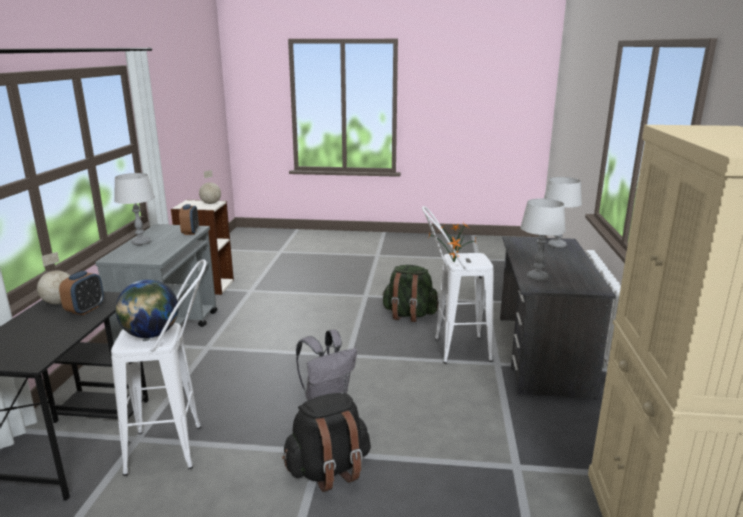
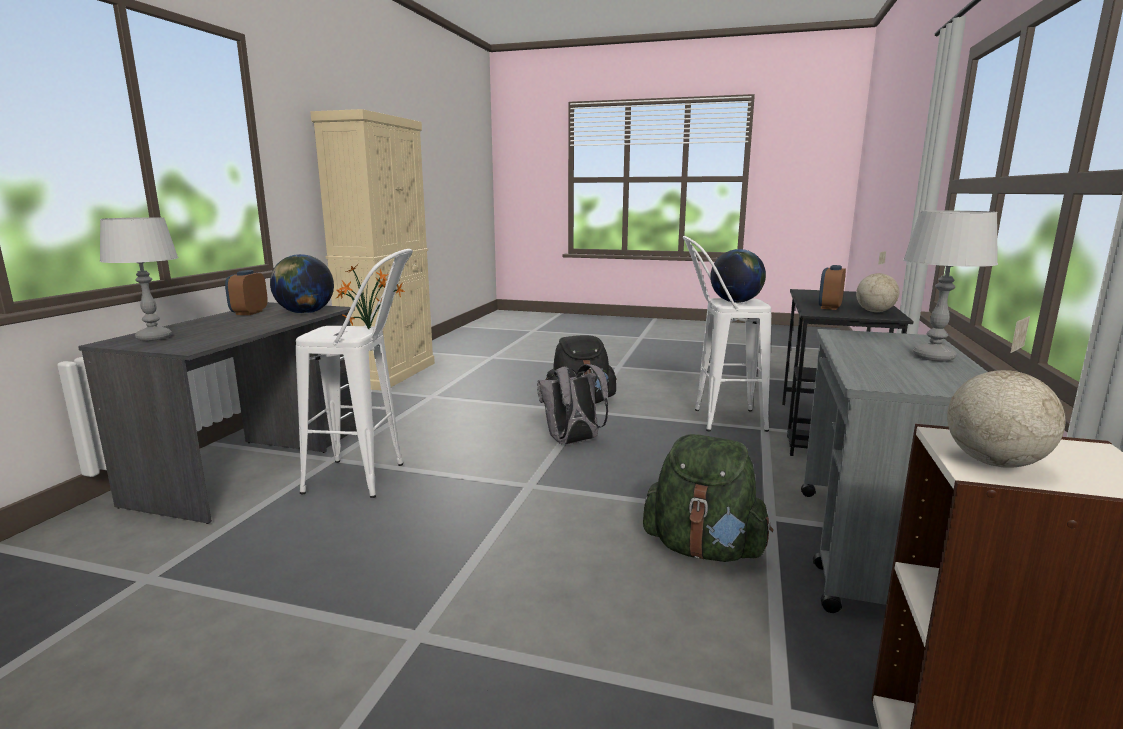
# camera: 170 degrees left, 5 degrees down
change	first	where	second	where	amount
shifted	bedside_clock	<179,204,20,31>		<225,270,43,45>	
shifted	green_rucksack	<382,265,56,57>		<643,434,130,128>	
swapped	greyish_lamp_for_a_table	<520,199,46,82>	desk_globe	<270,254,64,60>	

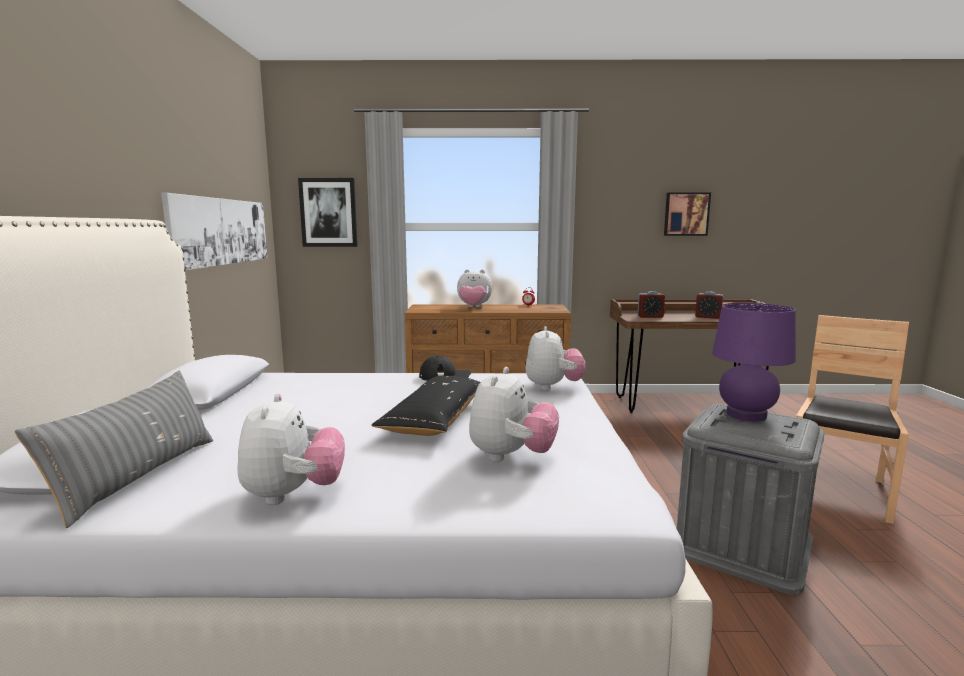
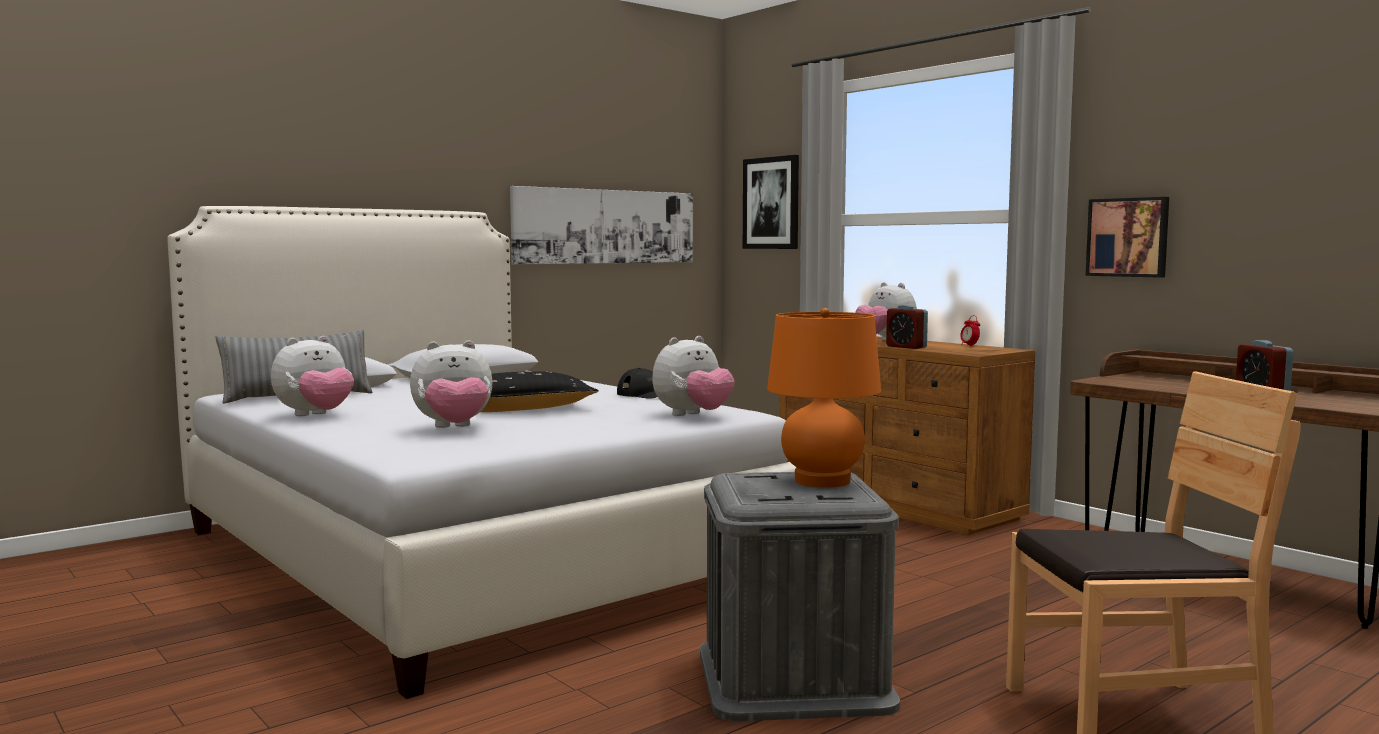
# camera: 50 degrees right, 5 degrees down
change	first	where	second	where	amount
shifted	bedside_clock	<637,291,28,27>		<886,305,42,44>	
shifted	picture	<664,192,47,44>		<1086,197,83,81>	
repainted	purple_lamp_for_a_table	<712,302,84,119>	orange-coloured_lamp_for_a_table	<767,308,114,180>	

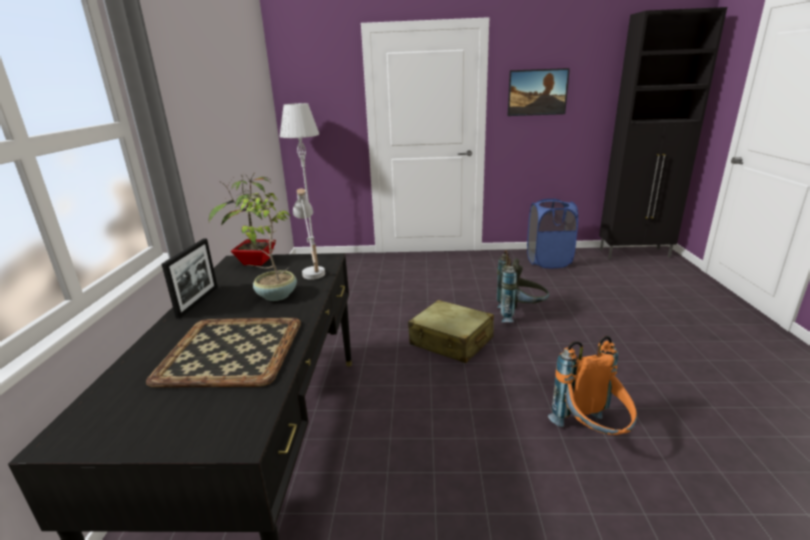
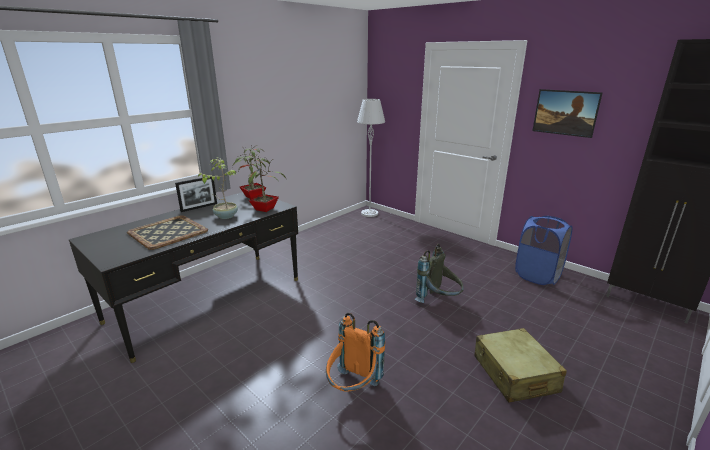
# camera: 40 degrees right, 0 degrees up
change	first	where	second	where	amount
swapped	white_lamp_for_a_table	<293,188,32,92>	houseplant	<242,155,45,57>	
shifted	beige-coloured_piece_of_luggage	<408,300,86,63>		<474,328,93,74>	

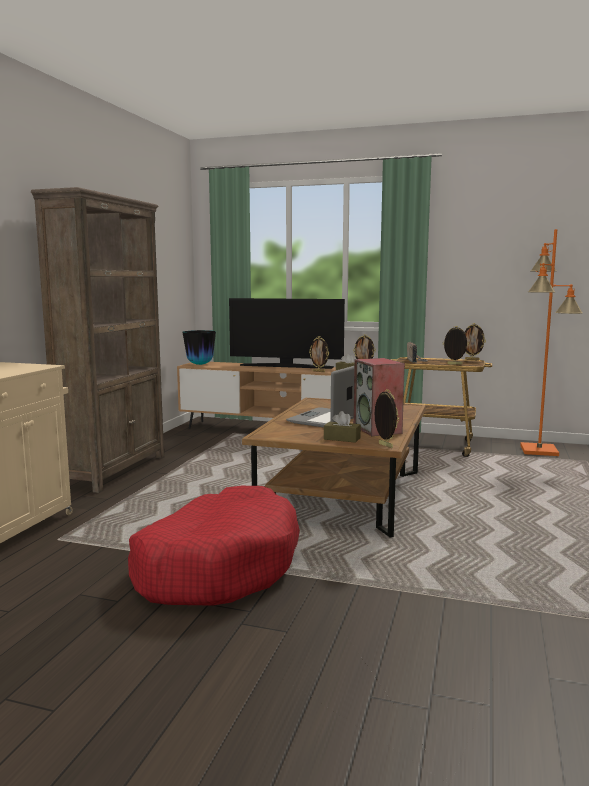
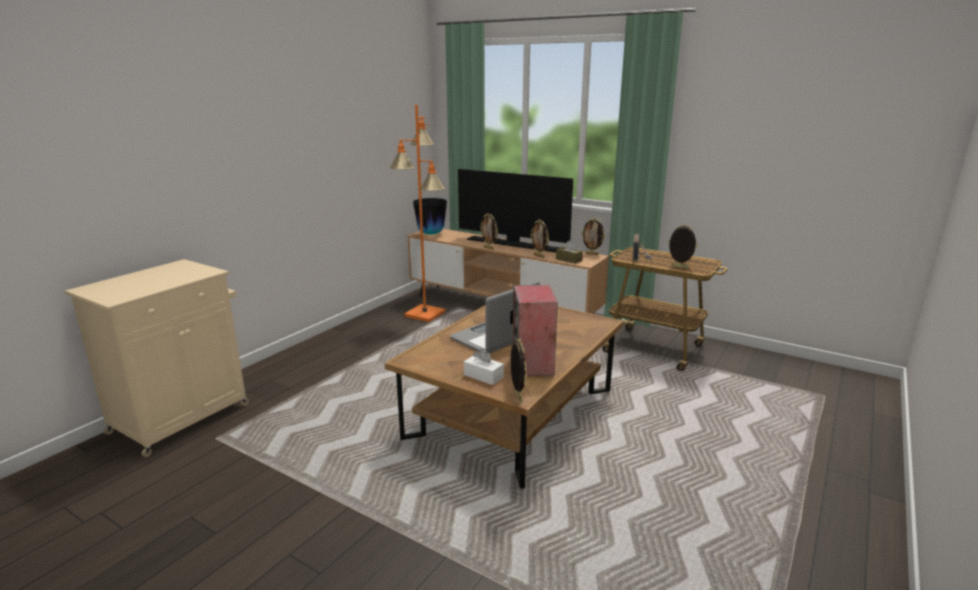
# camera: 15 degrees right, 10 degrees up
change	first	where	second	where	amount
gone	brownish_bookshelf	<31,187,134,306>			
gone	reddish_dog_bed	<128,486,172,120>			
repainted	brownish_tissue_holder	<324,411,37,32>	white_tissue_holder	<464,349,40,36>	
shifted	photo_frame	<464,323,22,38>		<480,213,18,37>	
shifted	orange-coloured_standard_lamp	<520,229,63,227>		<390,105,55,217>	

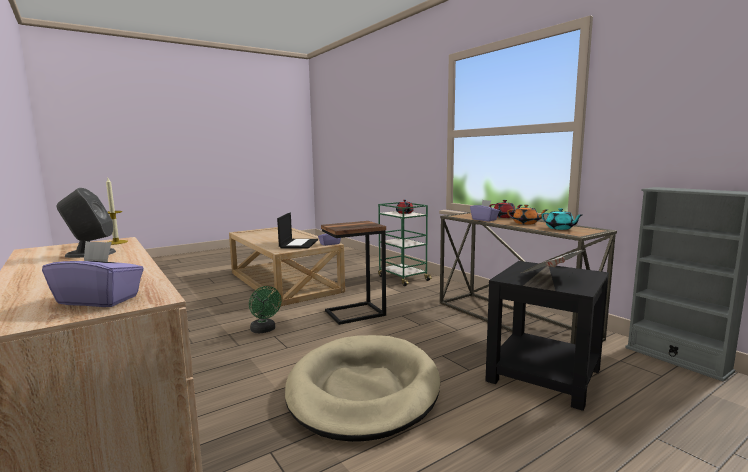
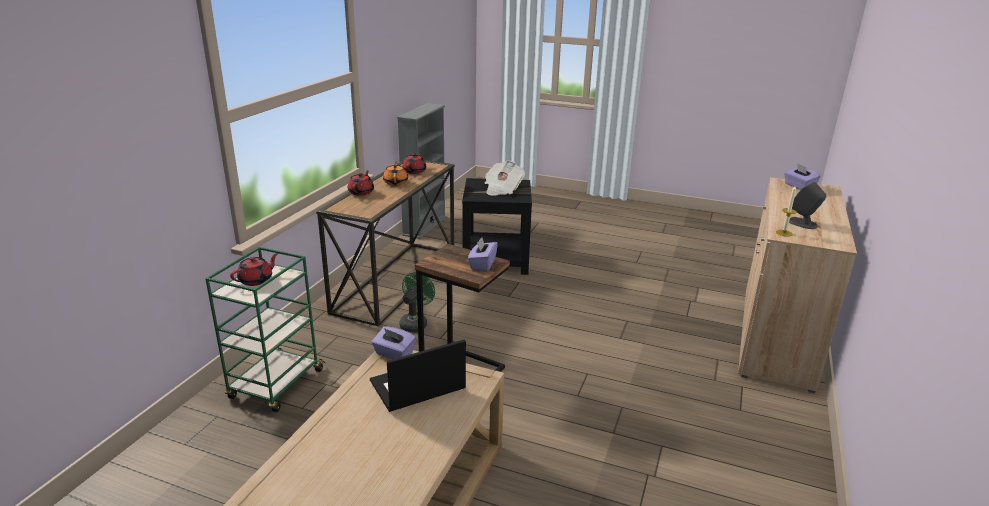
# camera: 125 degrees left, 15 degrees up
change	first	where	second	where	amount
shifted	green_cooling_fan	<249,286,32,47>		<399,272,36,60>	
gone	beige-coloured_dog_bed	<285,335,155,107>			
shifted	purple_tissue_holder	<470,200,30,21>		<468,237,30,35>	
repainted	blue-green_pot_for_tea	<542,208,40,22>	reddish_pot_for_tea	<403,152,23,22>	

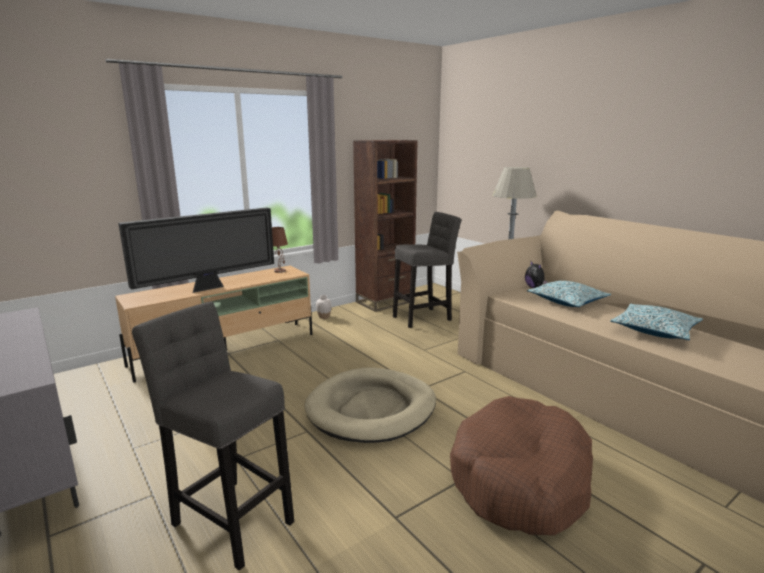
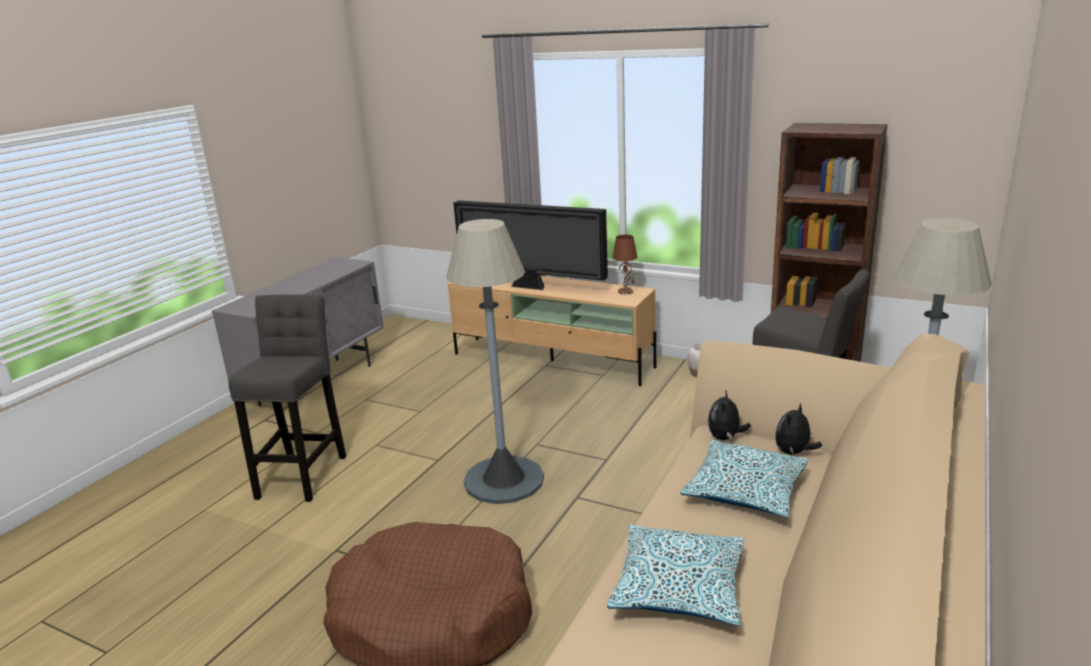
# camera: 65 degrees right, 5 degrees up
change	first	where	second	where	amount
swapped	beige-coloured_dog_bed	<305,367,131,76>	greyish_standard_lamp	<447,219,97,285>	
new			plush_toy	<708,389,43,51>	

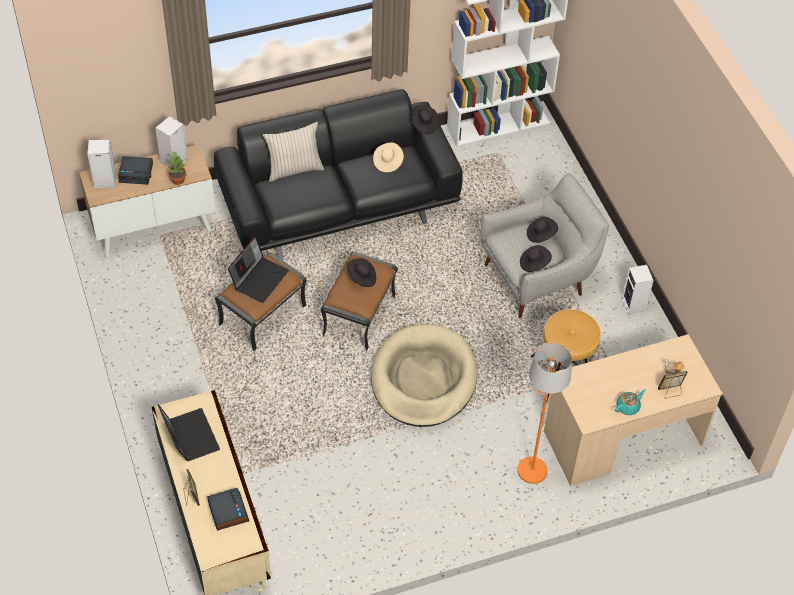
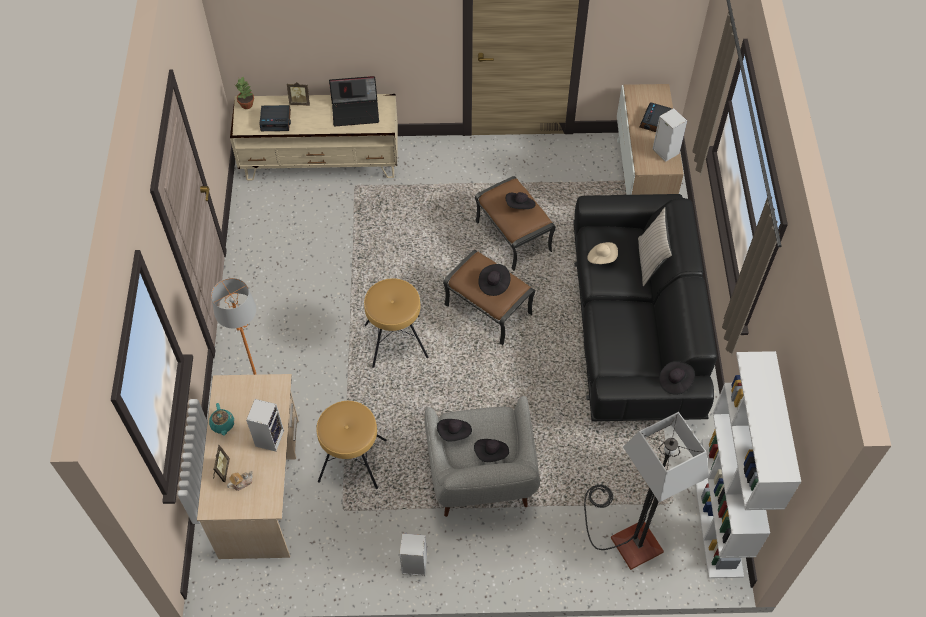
# camera: 110 degrees right, 5 degrees up
change	first	where	second	where	amount
shifted	audio_speaker	<87,139,29,49>		<246,399,38,52>	
shifted	houseplant	<168,152,18,33>		<235,77,19,32>	
swapped	portable_computer	<228,236,61,67>	blackish_wearable_hat	<506,192,30,17>	
swapped	beige-coloured_dog_bed	<371,324,107,103>	brownish_stool_seat	<364,278,65,90>	
shifted	beige-coloured_wearable_hat	<373,142,31,30>		<587,242,31,22>	
new			standard_lamp	<584,412,125,158>	

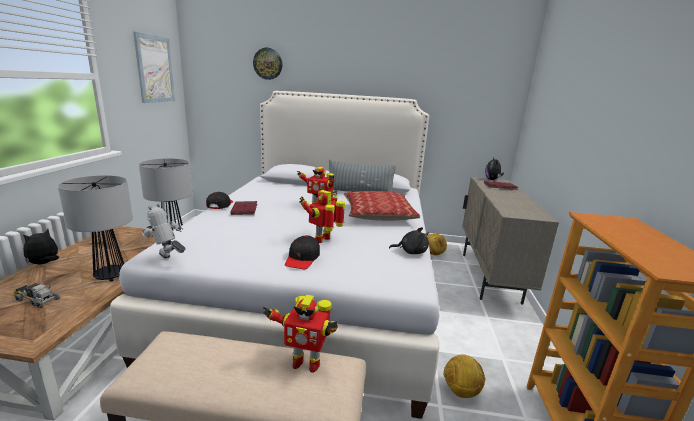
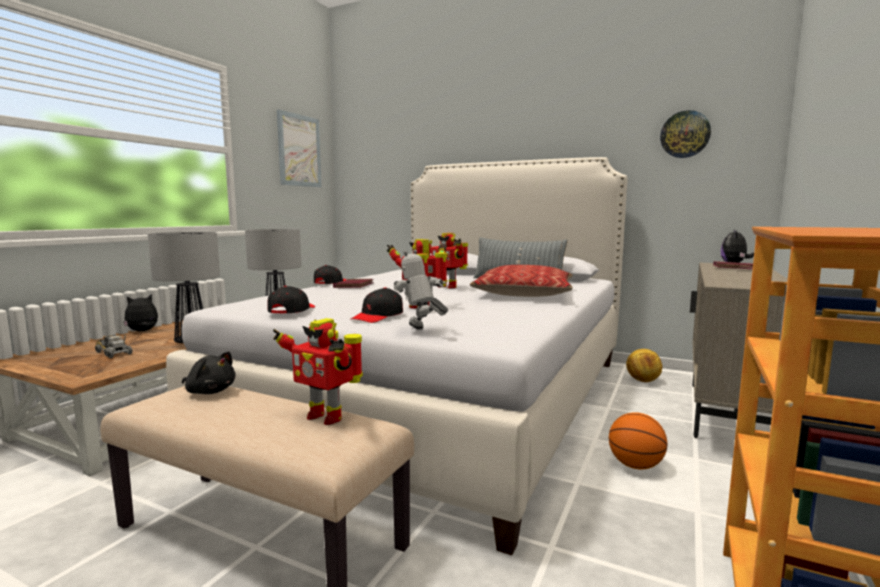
# camera: 20 degrees right, 10 degrees down
change	first	where	second	where	amount
shifted	robot_figure	<142,203,44,56>		<394,249,54,81>	
shifted	hanging_clock	<253,48,30,32>		<660,110,51,48>	
shifted	blackish_plush_toy	<389,227,40,27>		<182,351,54,43>	
gone	football_ball	<443,355,42,43>			
new			blackish_cap	<268,286,47,28>	
new			basketball_ball	<609,412,58,57>	

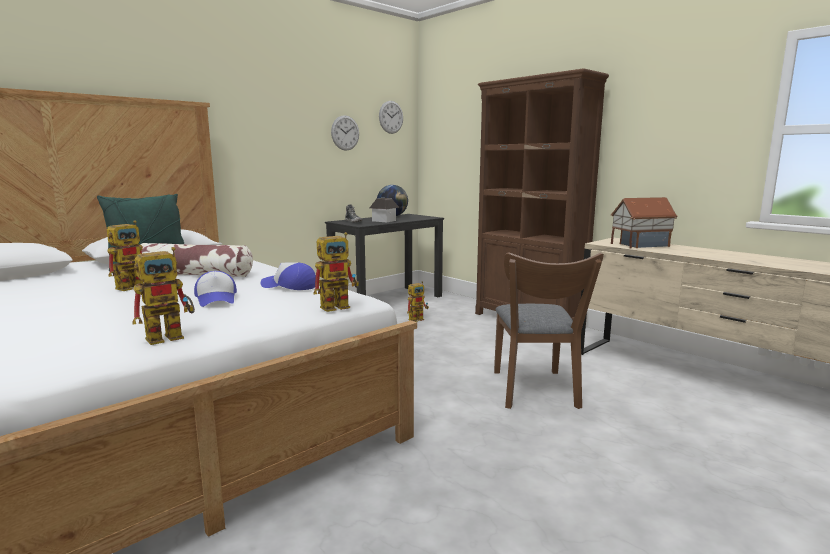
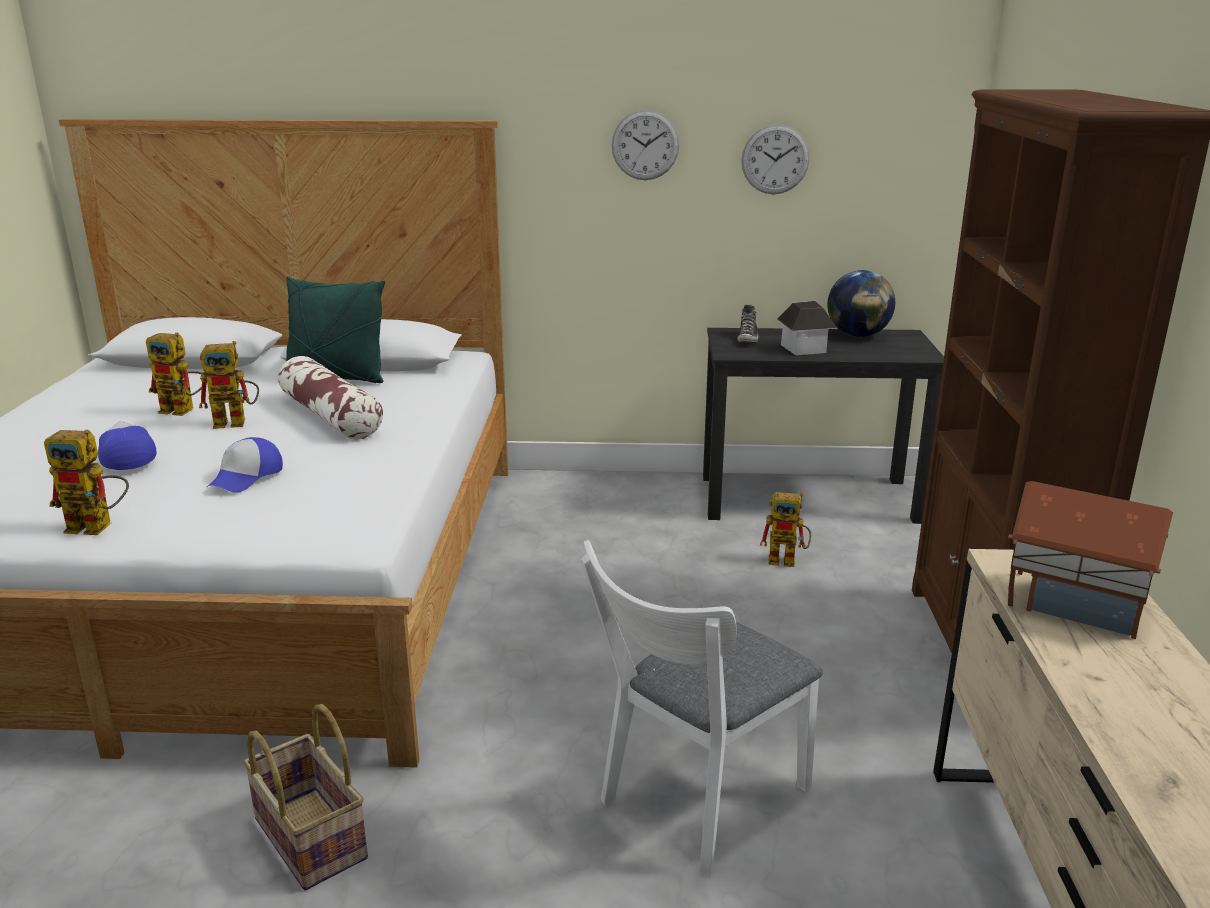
# camera: 45 degrees right, 10 degrees up
change	first	where	second	where	amount
shifted	cap	<261,262,55,28>		<98,421,58,49>	
shifted	robot_figure	<314,232,45,80>		<146,332,56,84>	
shifted	hanging_clock	<379,101,24,33>		<612,110,67,70>	
repainted	brownish_plain_chair	<494,253,110,156>	white_plain_chair	<581,540,242,337>	
new			basket	<243,704,125,186>	

